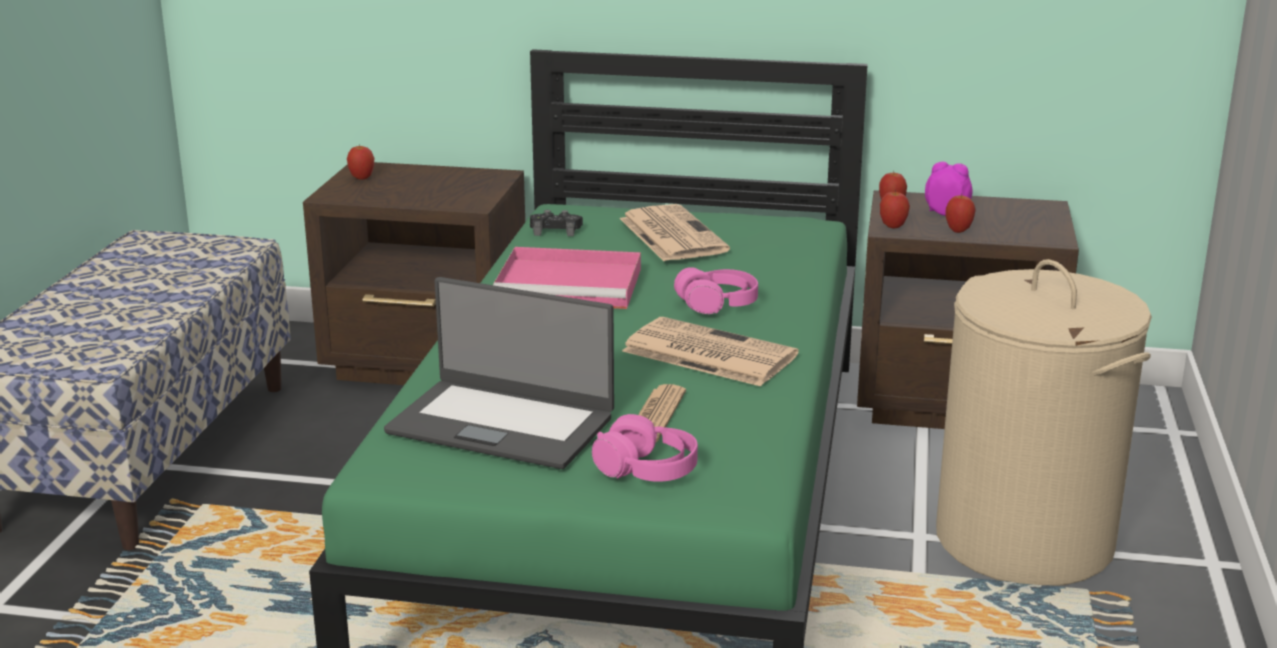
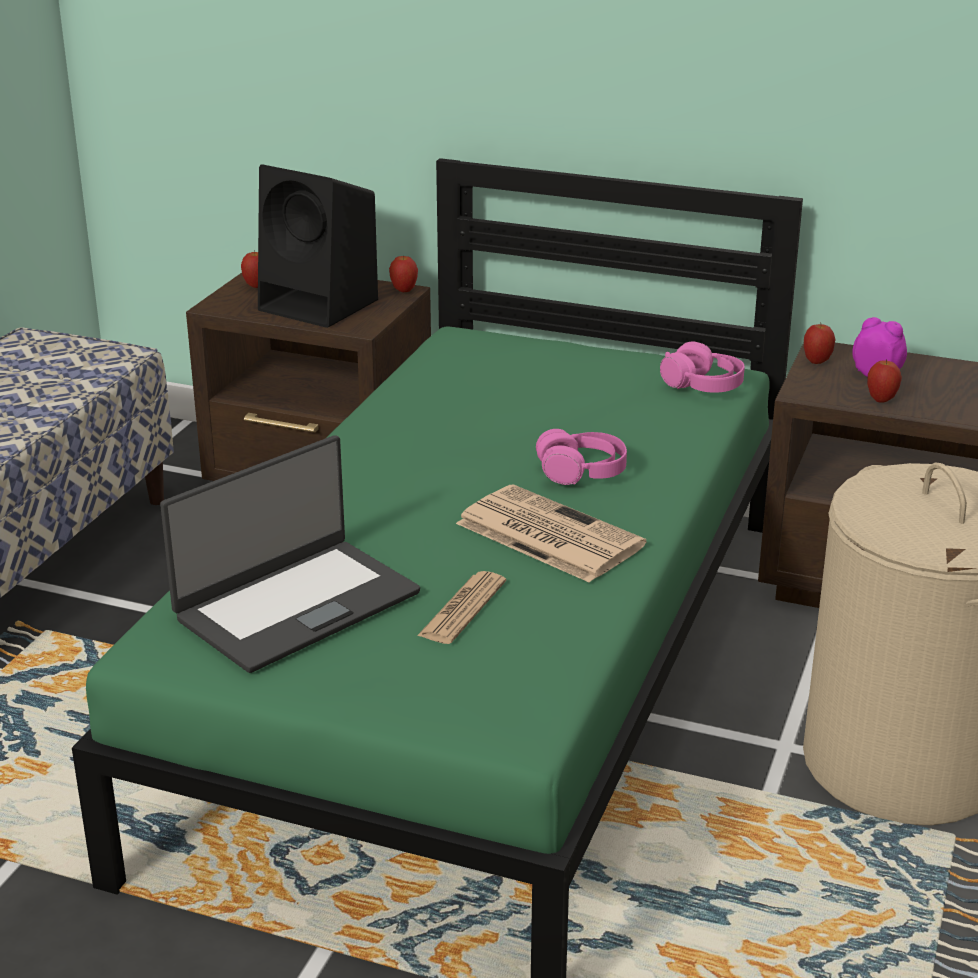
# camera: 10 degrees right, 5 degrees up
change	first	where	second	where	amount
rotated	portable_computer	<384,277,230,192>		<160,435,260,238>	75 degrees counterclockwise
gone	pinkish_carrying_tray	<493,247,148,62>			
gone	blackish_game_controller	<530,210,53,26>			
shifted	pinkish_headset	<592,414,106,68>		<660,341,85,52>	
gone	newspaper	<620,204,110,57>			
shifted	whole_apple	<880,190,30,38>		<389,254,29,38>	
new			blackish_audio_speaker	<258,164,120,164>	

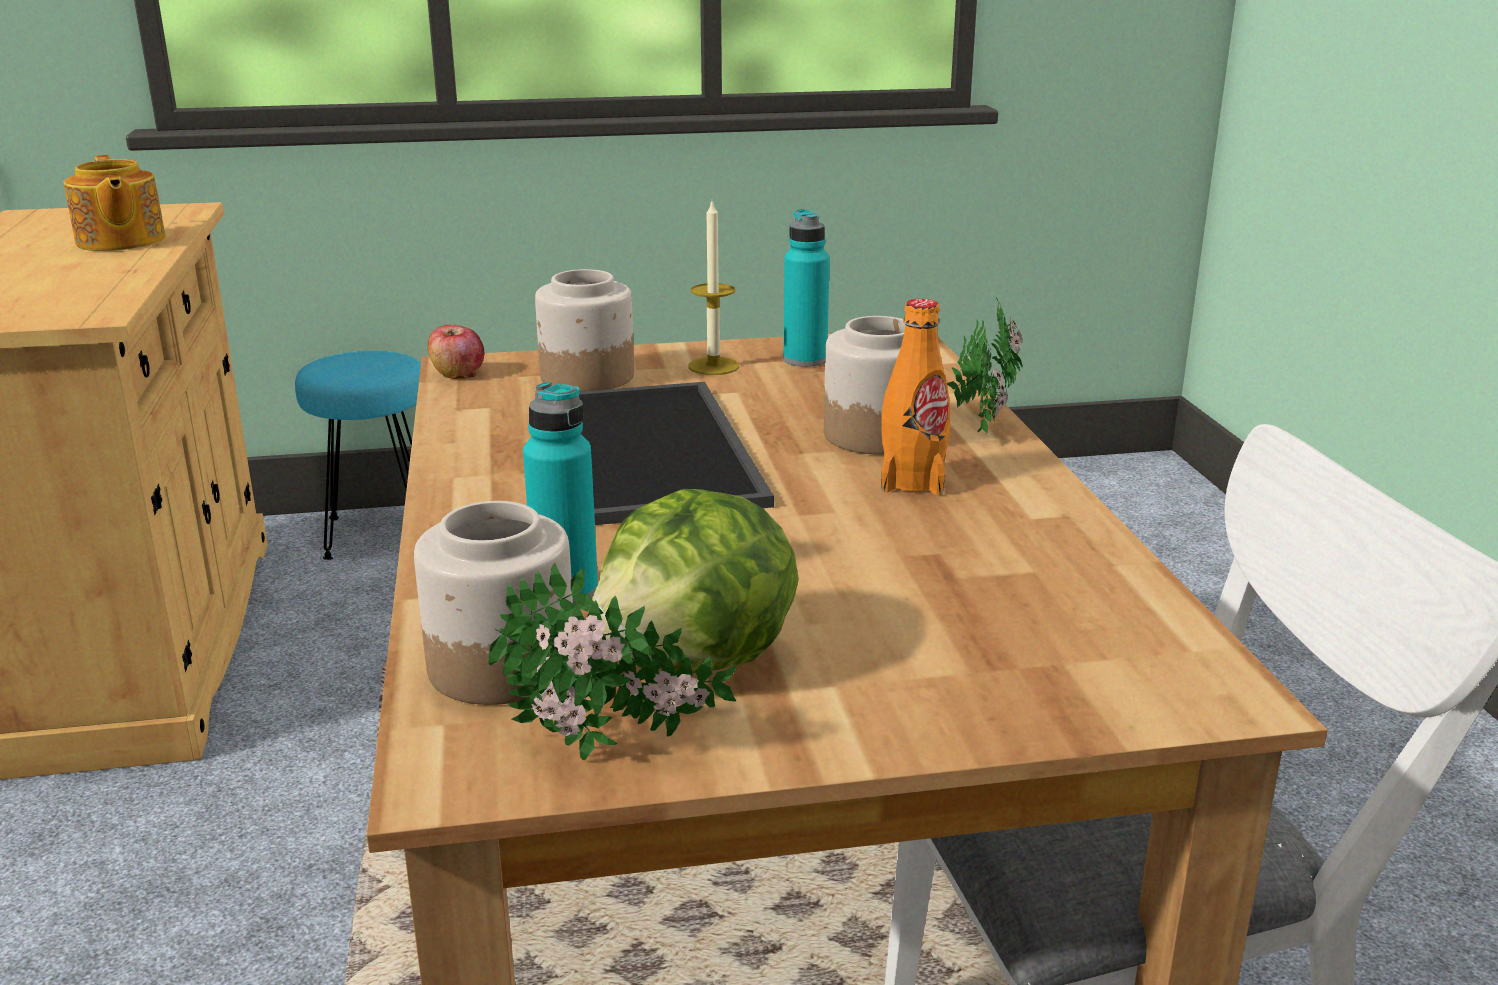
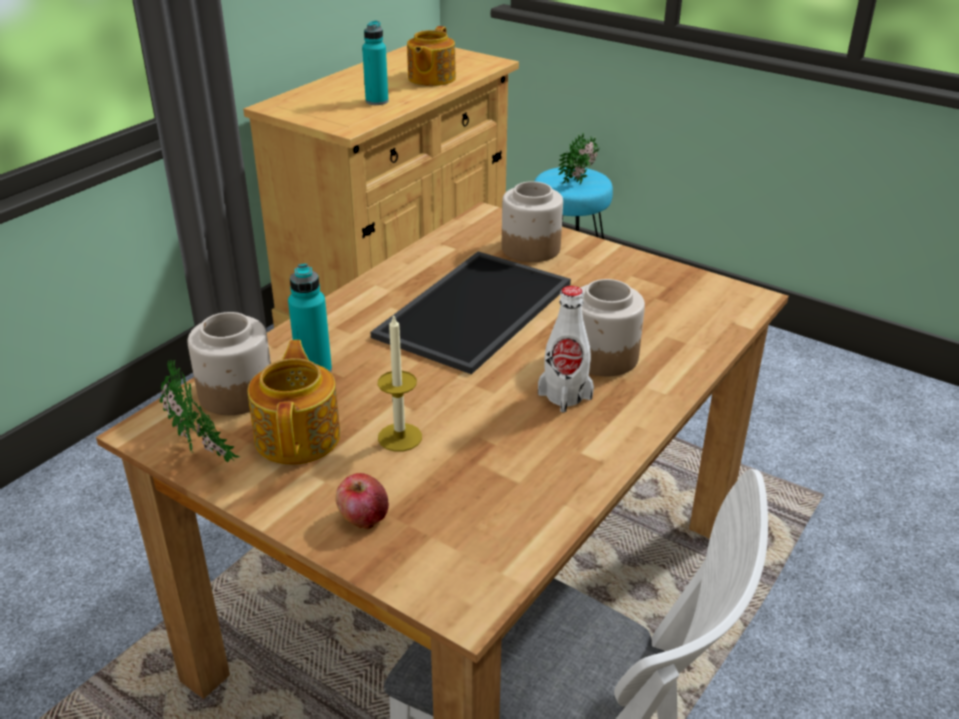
# camera: 45 degrees right, 10 degrees up
change	first	where	second	where	amount
shifted	whole_apple	<428,325,56,54>		<336,473,53,57>	
swapped	lettuce_head	<592,489,207,184>	pot_for_tea	<248,340,92,125>	
shifted	wax_light	<688,202,51,173>		<378,314,44,138>	
shifted	blue-green_bottle	<783,209,47,158>		<362,21,27,84>	
repainted	orange-coloured_bottle	<881,299,69,196>	white_bottle	<538,286,56,126>	
shifted	houseplant	<947,298,76,136>		<558,133,42,51>	

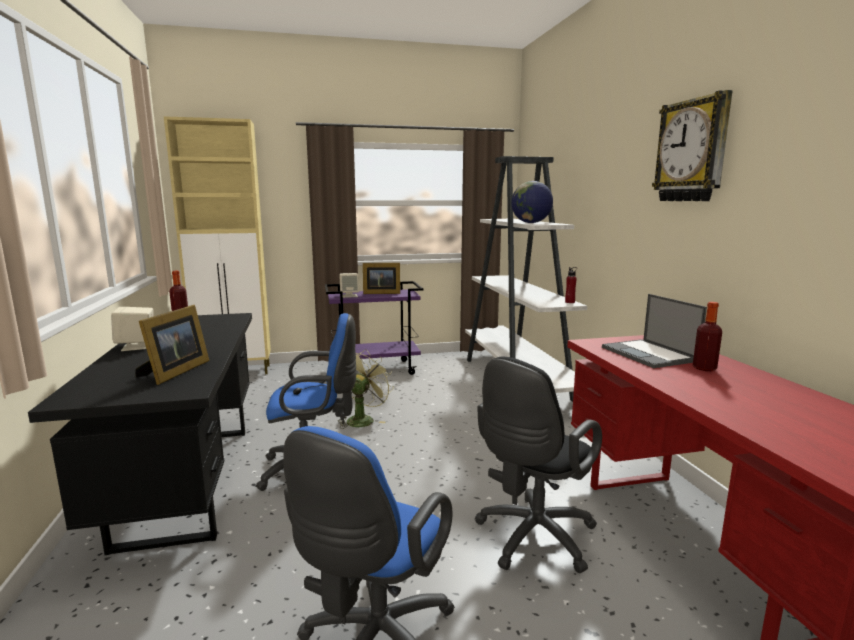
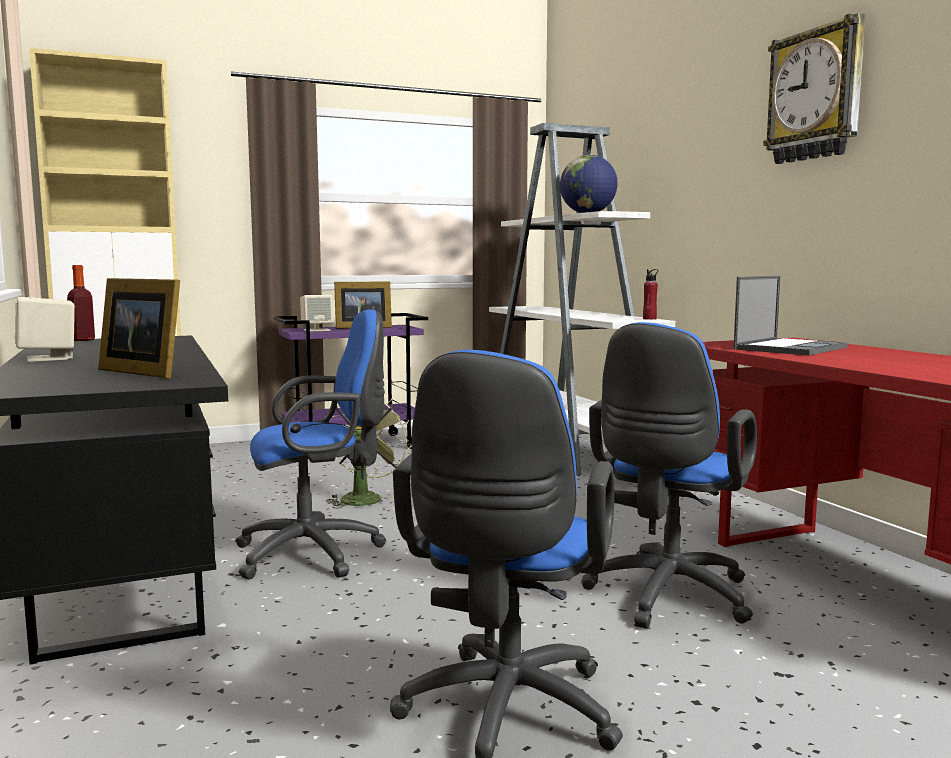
# camera: 10 degrees left, 5 degrees down
change	first	where	second	where	amount
rotated	photo_frame	<135,305,74,80>		<98,278,82,101>	120 degrees clockwise
repainted	blackish_office_chair	<475,357,127,216>	blue-coloured_office_chair	<581,322,176,307>	
rotated	portable_computer	<602,294,105,74>		<733,276,115,80>	105 degrees counterclockwise
gone	bottle	<693,302,29,69>			

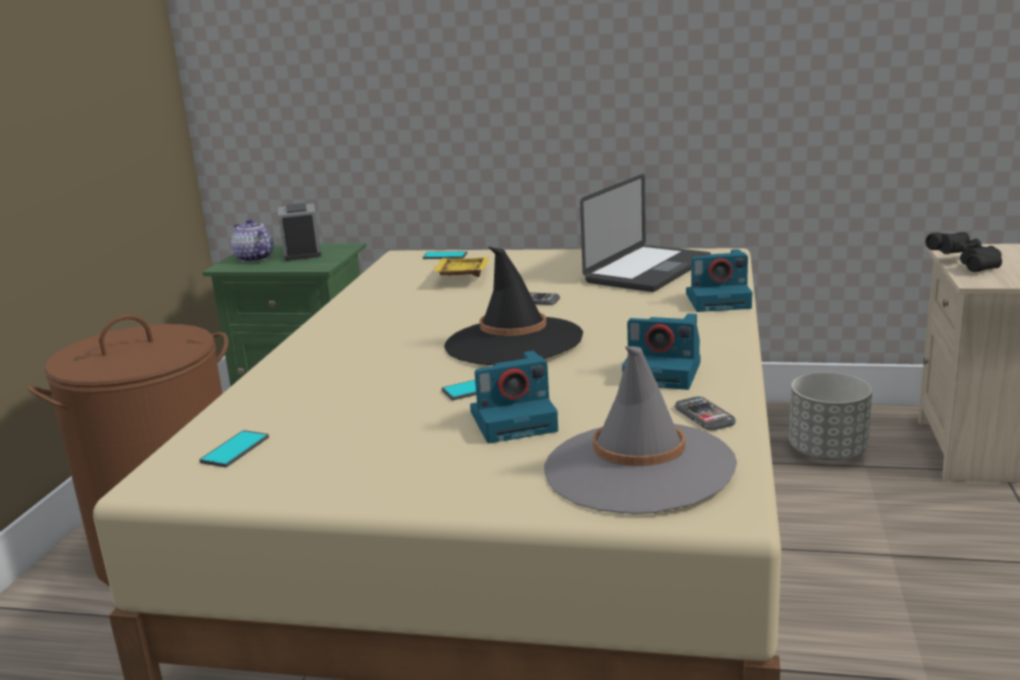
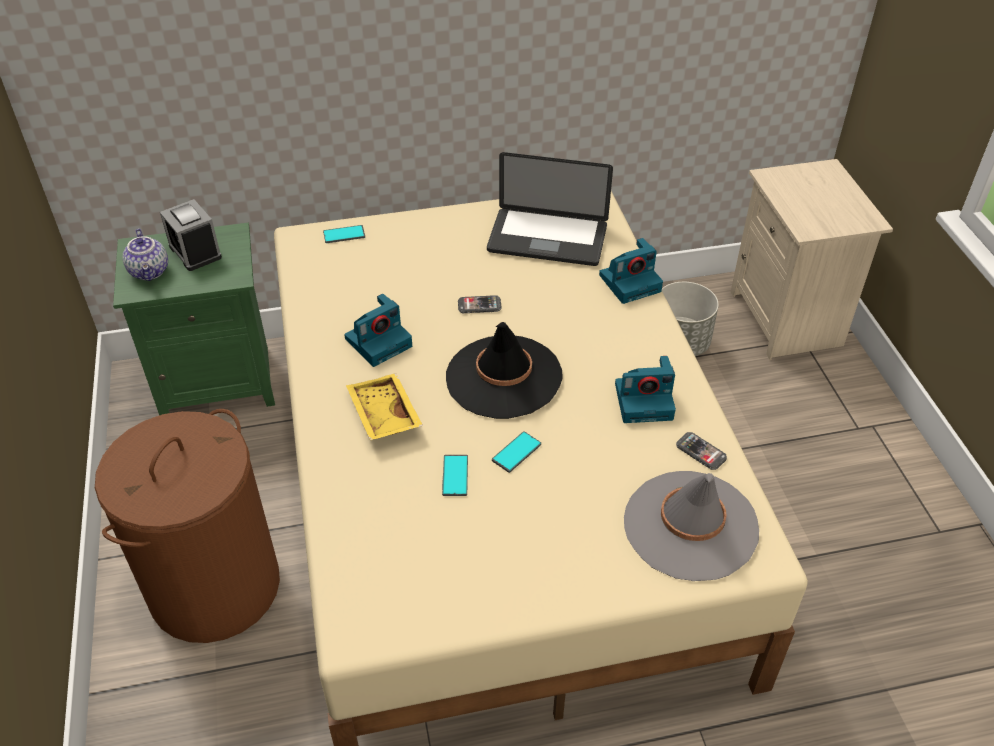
# camera: 25 degrees left, 25 degrees up
change	first	where	second	where	amount
shifted	handset	<199,430,70,37>		<442,455,26,41>	
rotated	pot_for_tea	<231,219,43,43>		<123,228,45,53>	135 degrees counterclockwise
shifted	yellow-coloured_carrying_tray	<432,257,58,20>		<346,373,77,67>	
shifted	still_camera	<470,351,88,92>		<344,294,68,73>	
rotated	portable_computer	<580,174,130,118>		<487,152,126,114>	90 degrees clockwise
gone	blackish_binoculars	<926,232,76,40>			

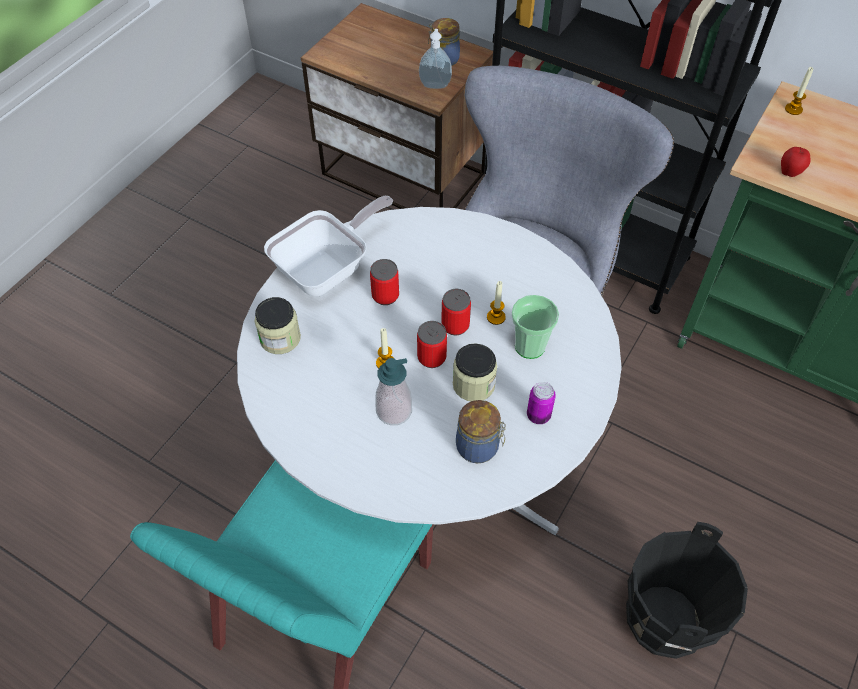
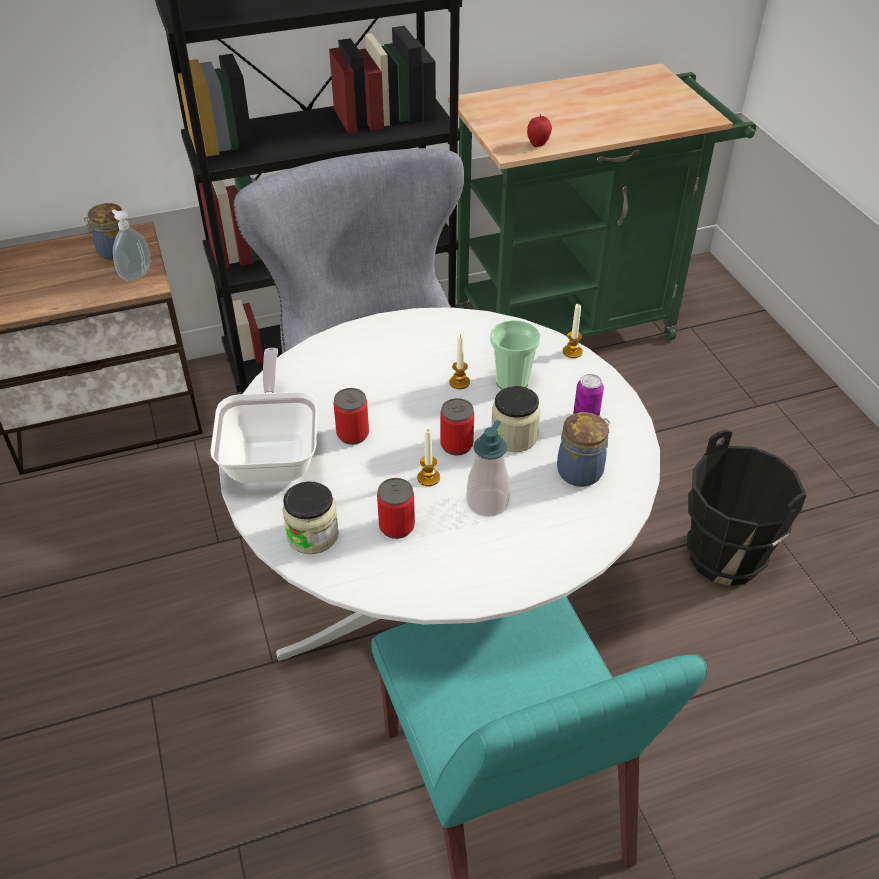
# camera: 50 degrees left, 10 degrees down
change	first	where	second	where	amount
shifted	sealed_can	<441,289,30,46>		<377,478,38,61>	
shifted	wax_light	<785,67,29,48>		<563,304,20,54>	

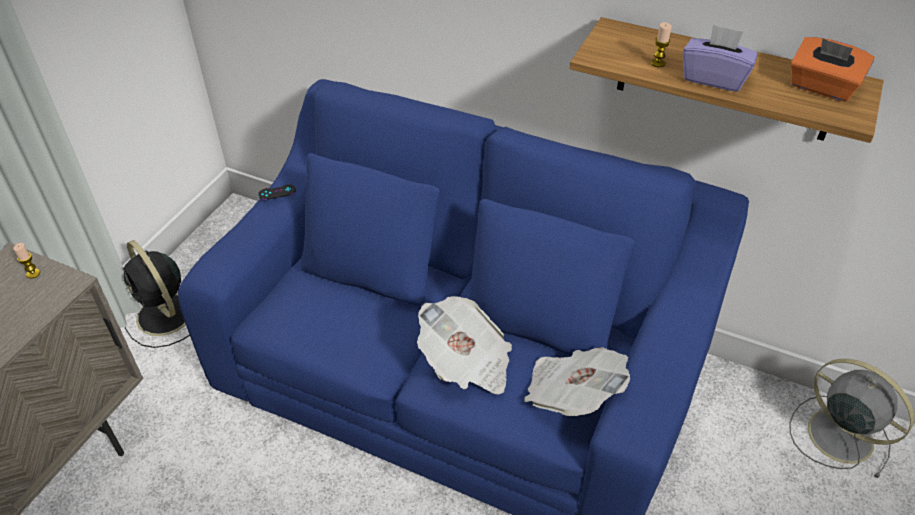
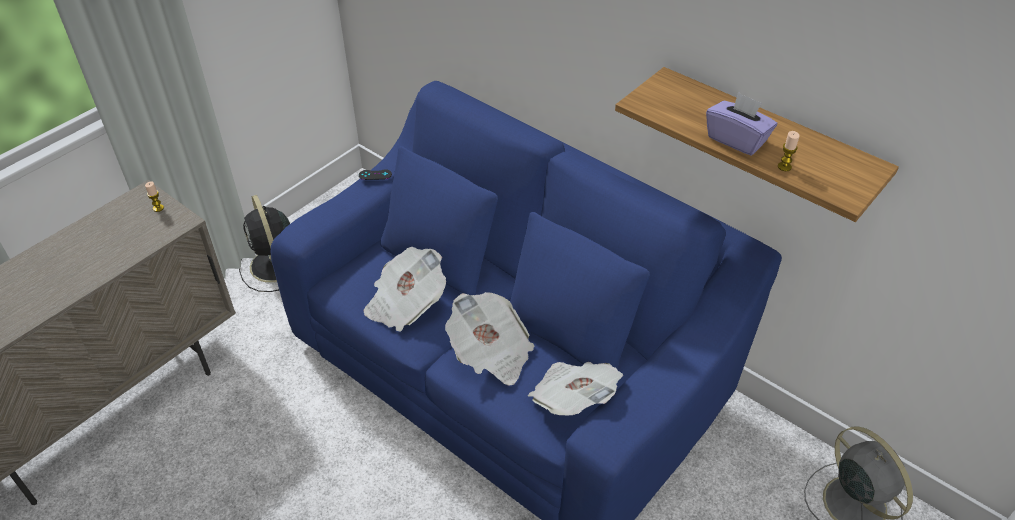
# camera: 15 degrees right, 0 degrees up
change	first	where	second	where	amount
shifted	wax_light	<651,22,21,45>		<778,131,22,40>	
gone	orange-coloured_tissue_holder	<791,37,84,65>			
new			newspaper	<364,247,82,84>	

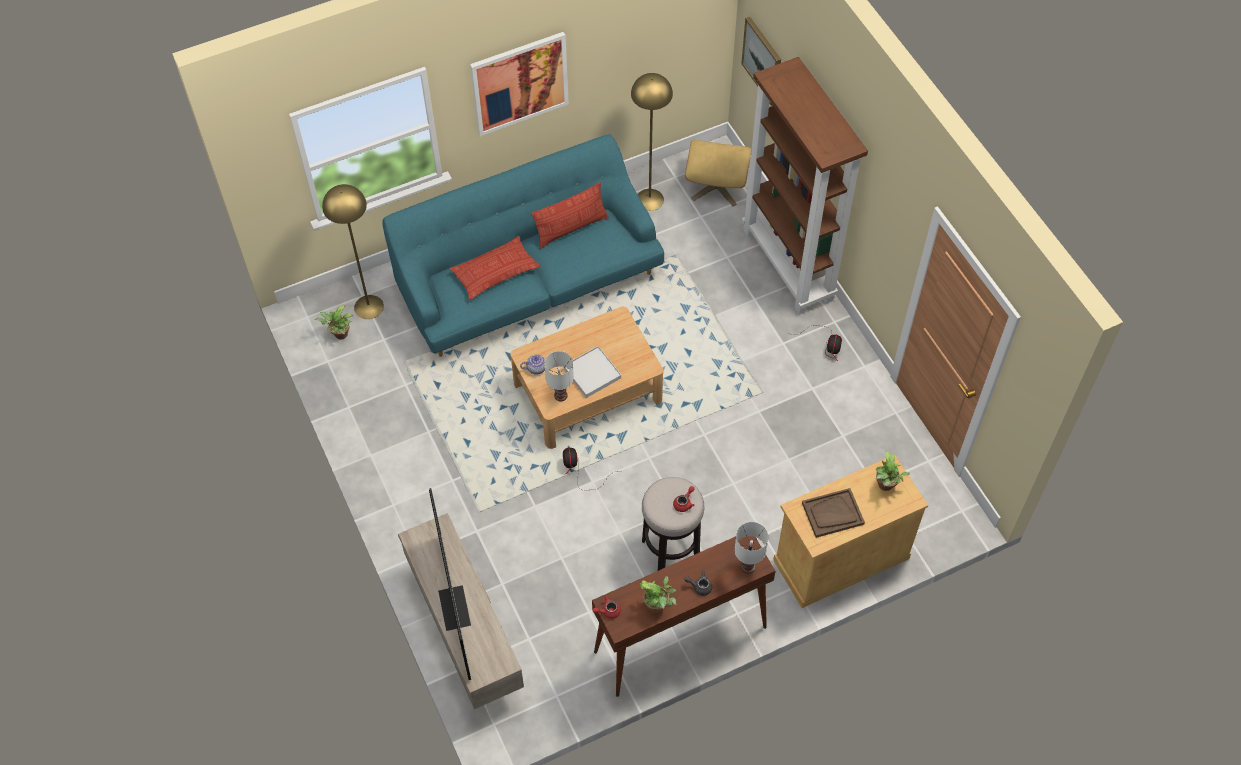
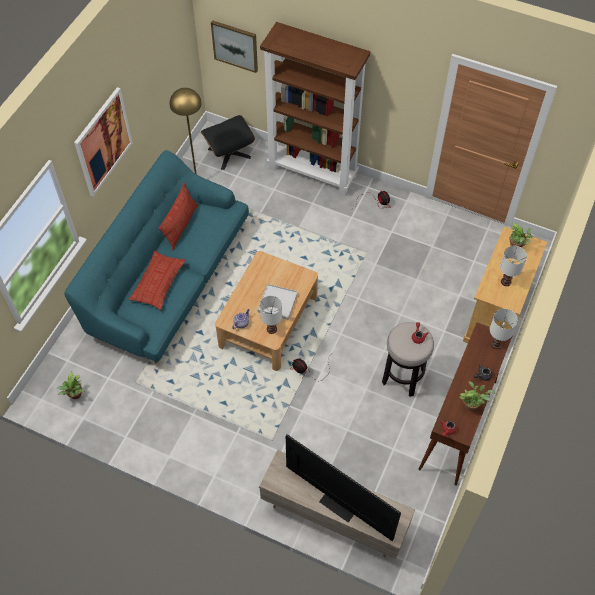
# camera: 40 degrees left, 0 degrees up
change	first	where	second	where	amount
gone	yellow-coloured_standard_lamp	<322,184,62,135>			
repainted	beige-coloured_pouffe	<685,140,67,66>	blackish_pouffe	<201,115,54,55>	
swapped	brownish_carrying_tray	<802,488,63,50>	white_lamp_for_a_table	<500,246,27,40>	

